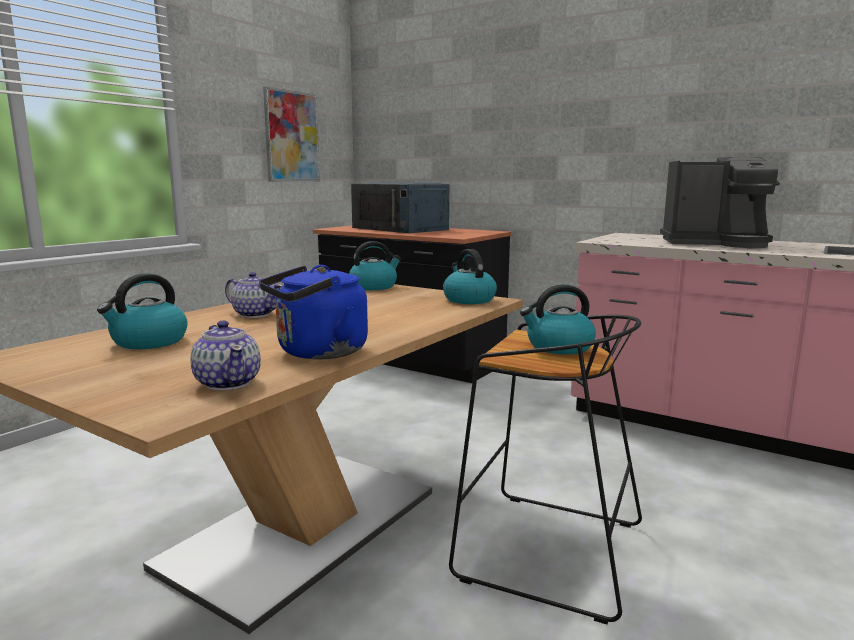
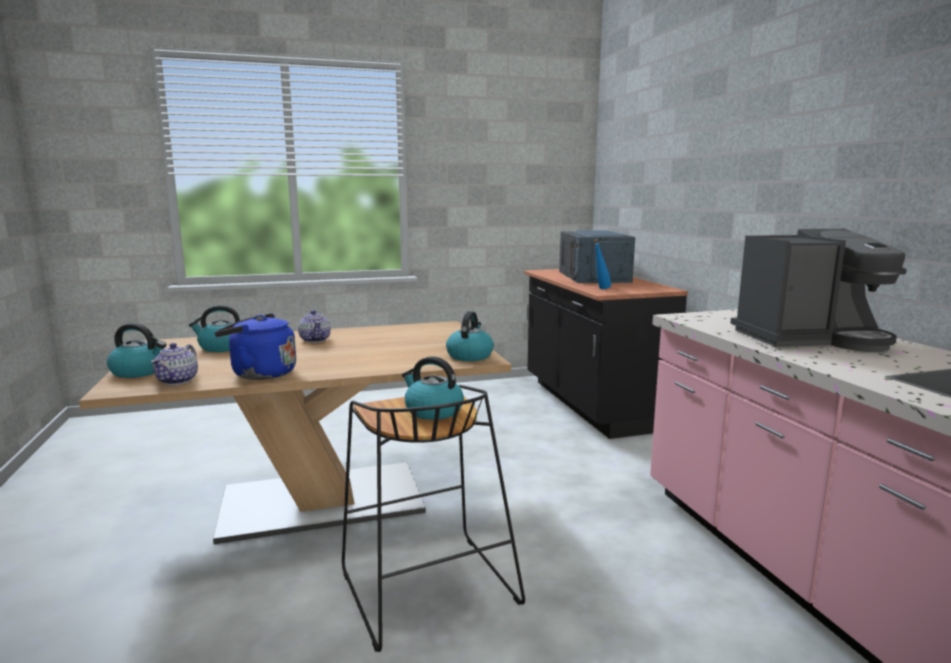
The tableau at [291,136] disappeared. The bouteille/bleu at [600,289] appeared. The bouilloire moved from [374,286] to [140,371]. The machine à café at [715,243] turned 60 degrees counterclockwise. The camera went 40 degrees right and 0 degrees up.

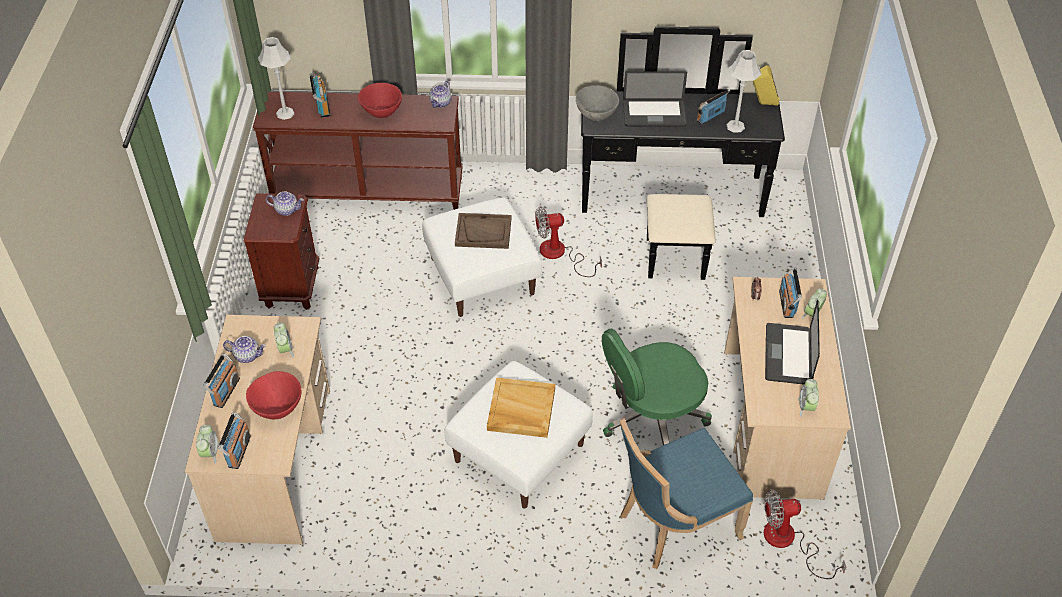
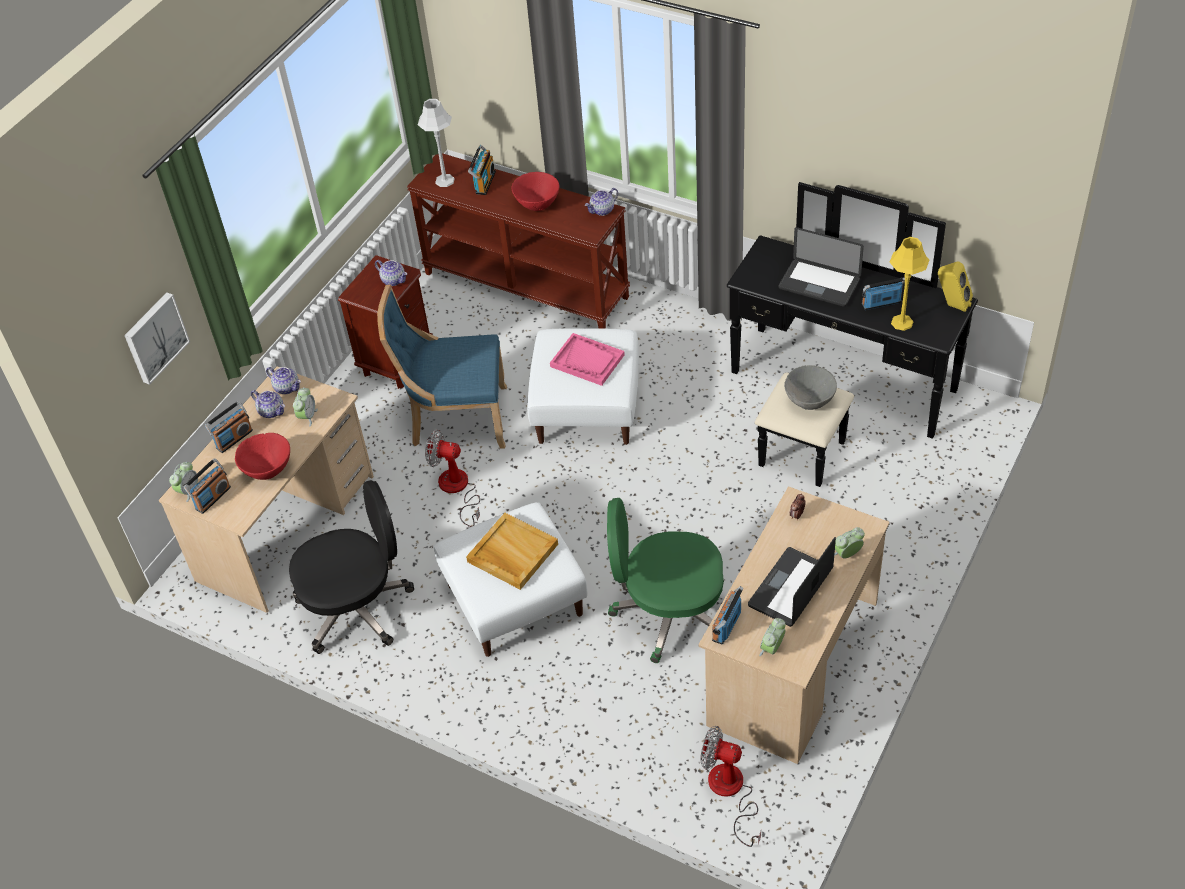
The tableau at [154,337] appeared. The théière at [287,387] appeared. The chaise de bureau/noir at [357,607] appeared. The ventilateur moved from [560,254] to [457,490]. The bol/gris moved from [596,116] to [809,401]. The chaise/bleu moved from [674,524] to [455,419]. The radio moved from [786,304] to [726,626]. The plateau/marron at [483,232] became the plateau/rose at [587,361]. The lampe de table/gris at [735,126] became the lampe de table/jaune at [902,322]. The camera went 30 degrees right and 0 degrees up.

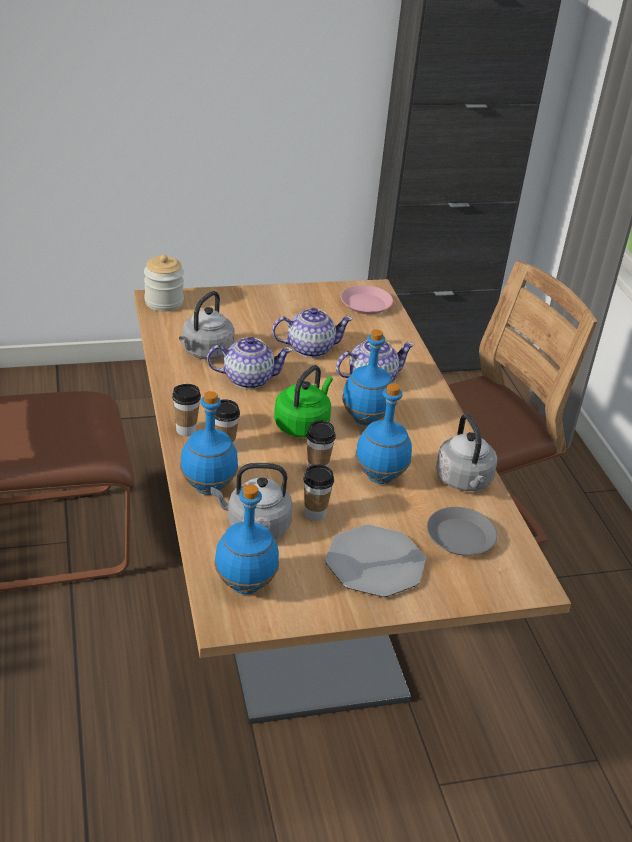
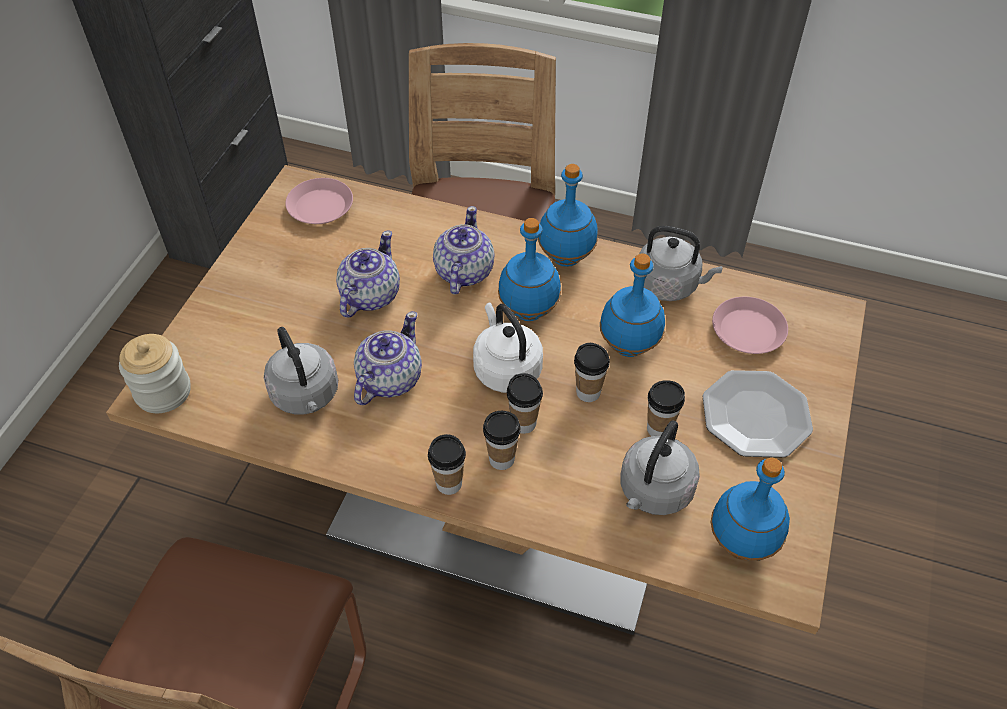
The tasse at [523,423] appeared. The bouteille/bleu moved from [209,487] to [566,257]. The bouilloire/vert at [303,425] became the bouilloire/blanc at [505,368]. The assiette/gris at [460,537] became the assiette/rose at [748,331]. The camera went 55 degrees left and 15 degrees up.

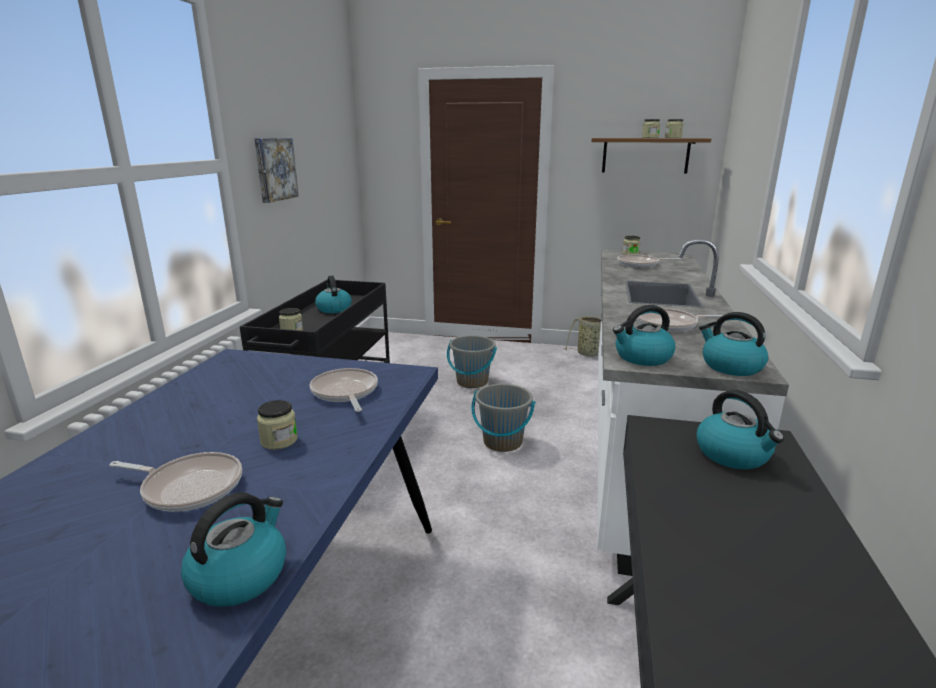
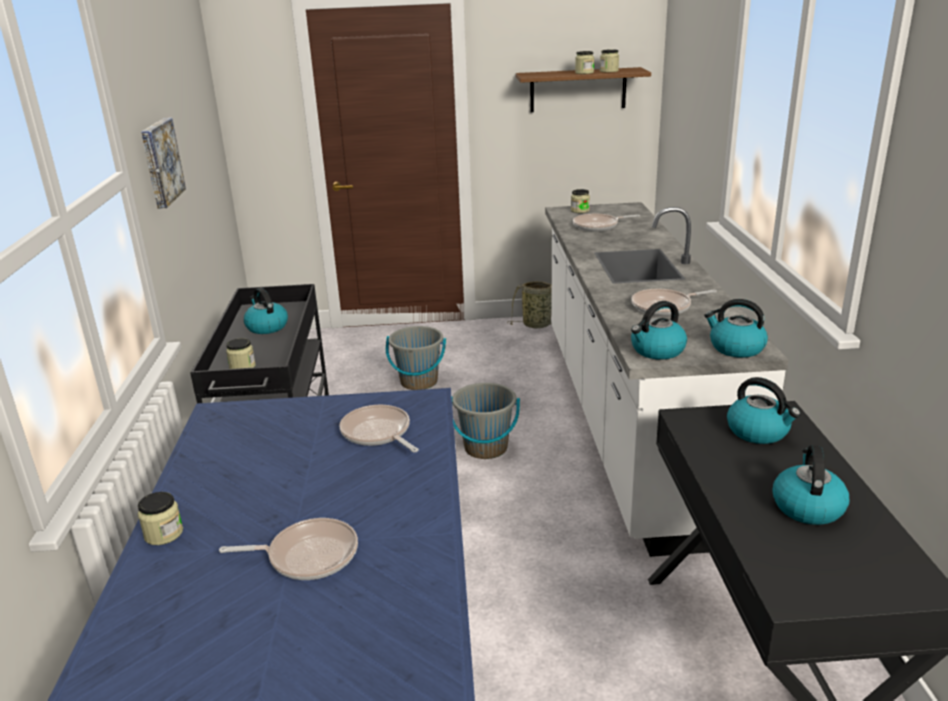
The bouilloire moved from [240,575] to [807,506]. The bocal moved from [279,441] to [163,534]. The camera went 15 degrees left and 5 degrees up.

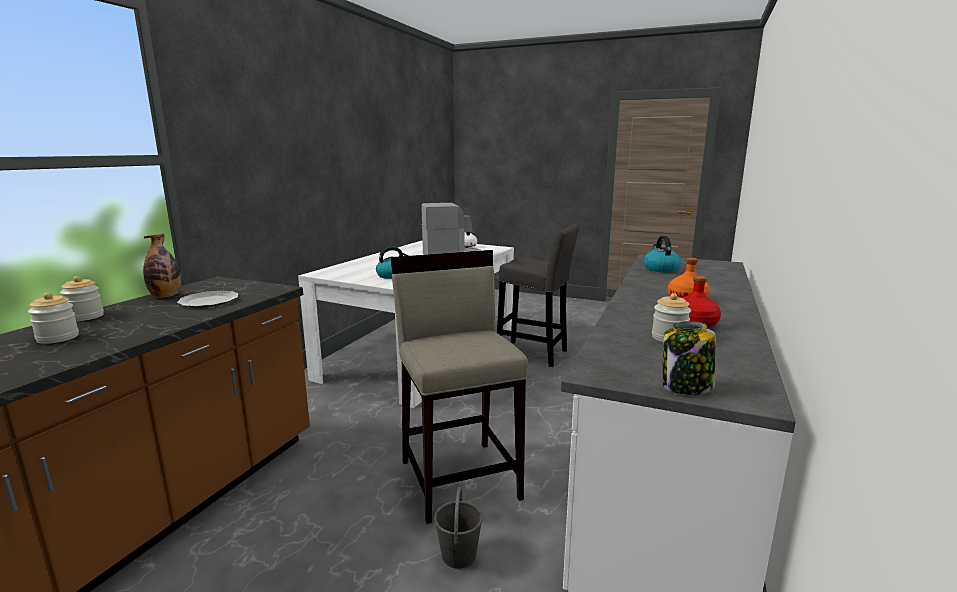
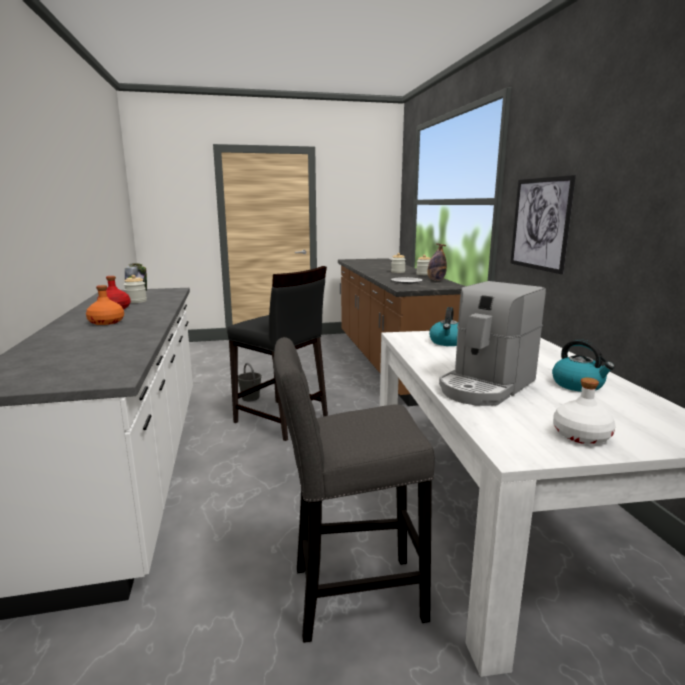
The tableau at [540,224] appeared. The bouilloire moved from [660,269] to [578,385]. The tabouret/beige at [460,478] became the tabouret/noir at [281,420]. The camera went 145 degrees right and 0 degrees up.

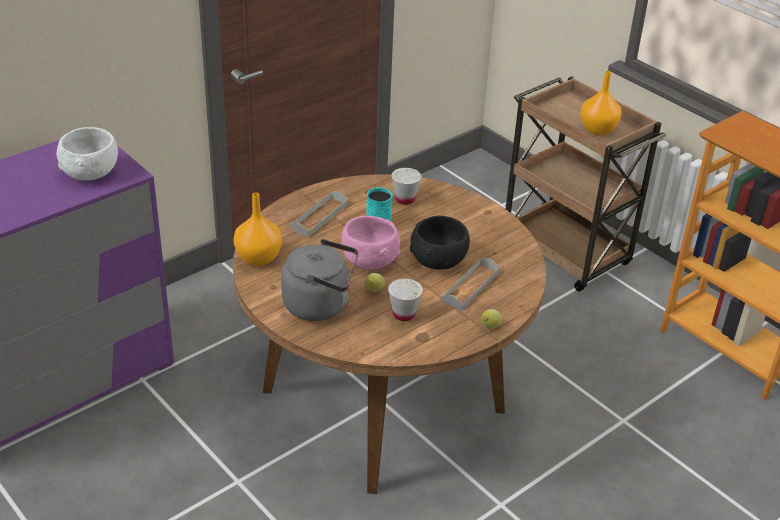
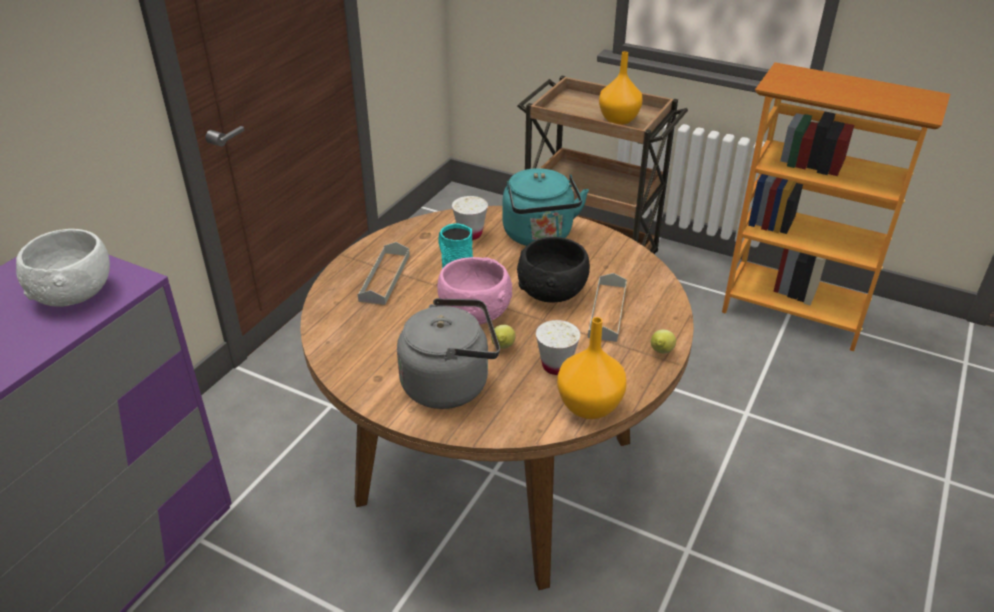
The bouilloire/turquoise at [539,236] appeared. The vase/orange moved from [258,259] to [590,407]. The camera went 20 degrees left and 0 degrees up.

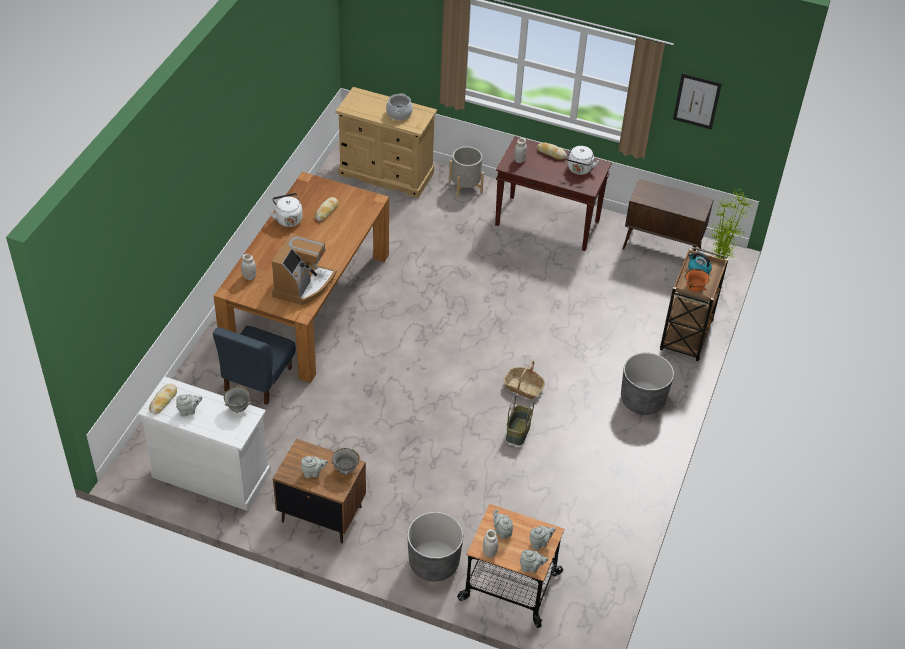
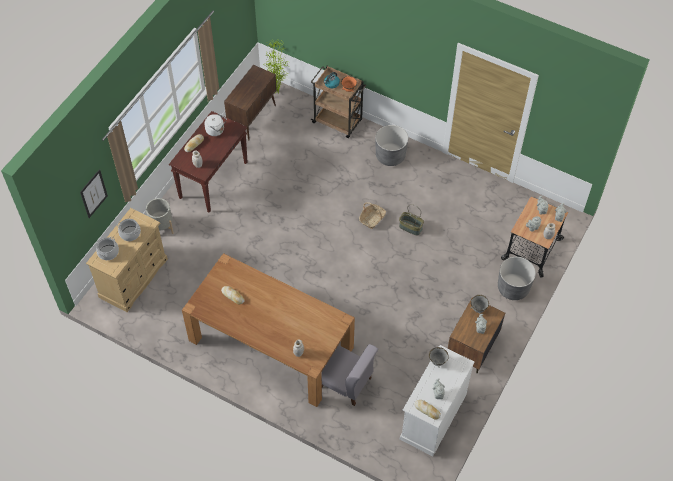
The bouilloire/blanc at [288,219] disappeared. The machine à café at [303,285] disappeared. The marmite at [108,252] appeared. The tableau moved from [697,101] to [93,193]. The chaise/bleu at [257,379] became the chaise/gris at [346,382]. The camera went 80 degrees left and 10 degrees up.

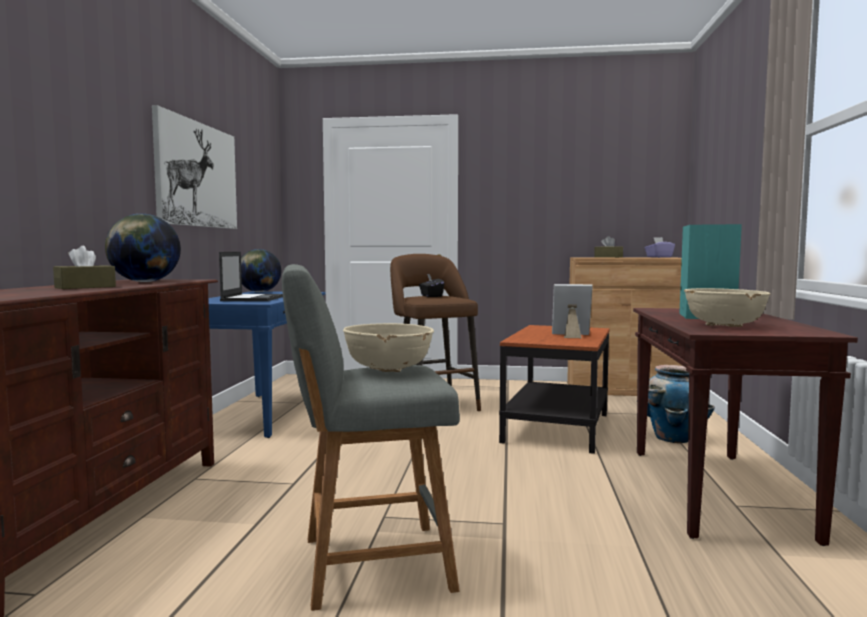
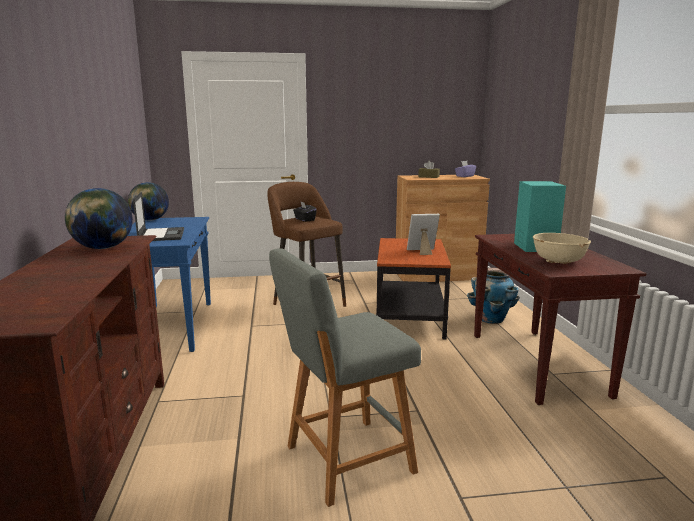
The boîte à mouchoirs/marron at [85,287] disappeared. The tableau at [197,175] disappeared. The bol/beige at [388,369] disappeared. The camera went 15 degrees left and 10 degrees up.

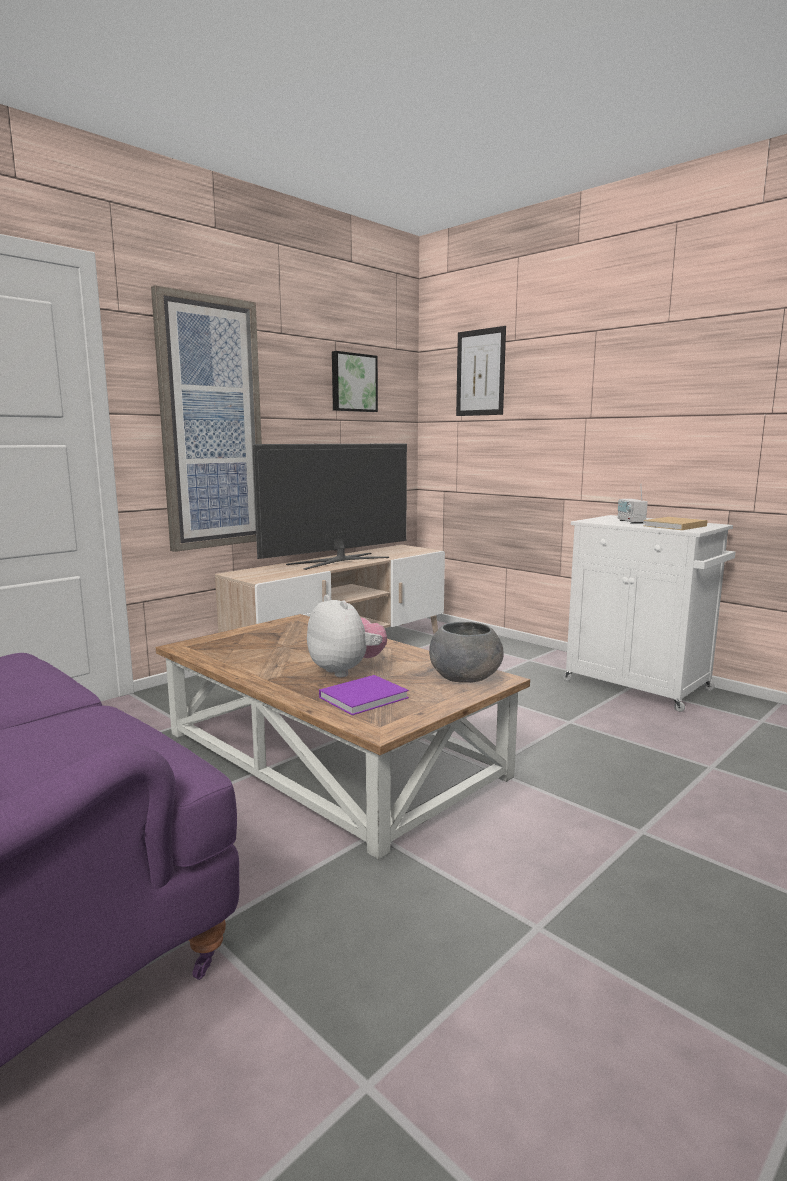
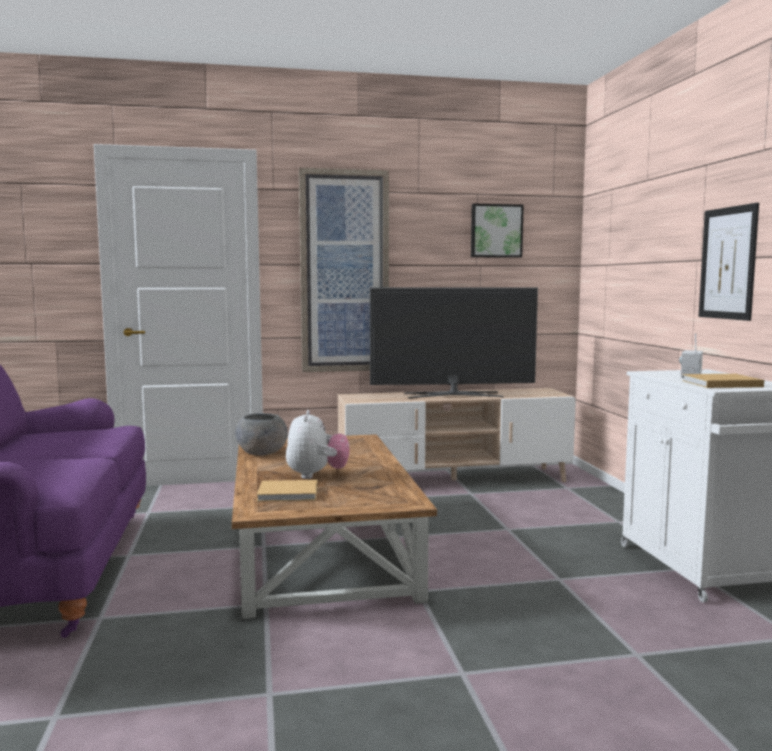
The bol/gris moved from [466,678] to [262,453]. The tableau moved from [480,372] to [728,263]. The livre/violet at [366,697] became the livre/beige at [290,493]. The camera went 35 degrees right and 5 degrees down.

